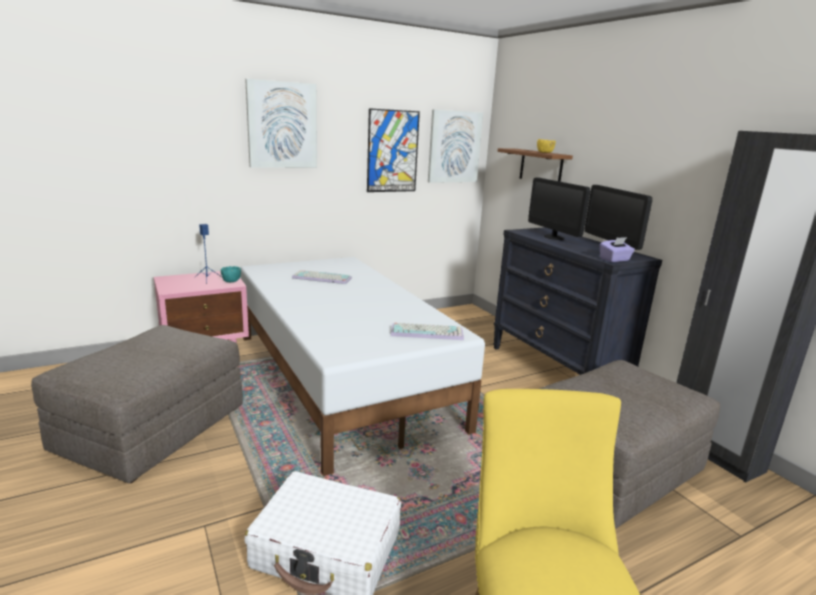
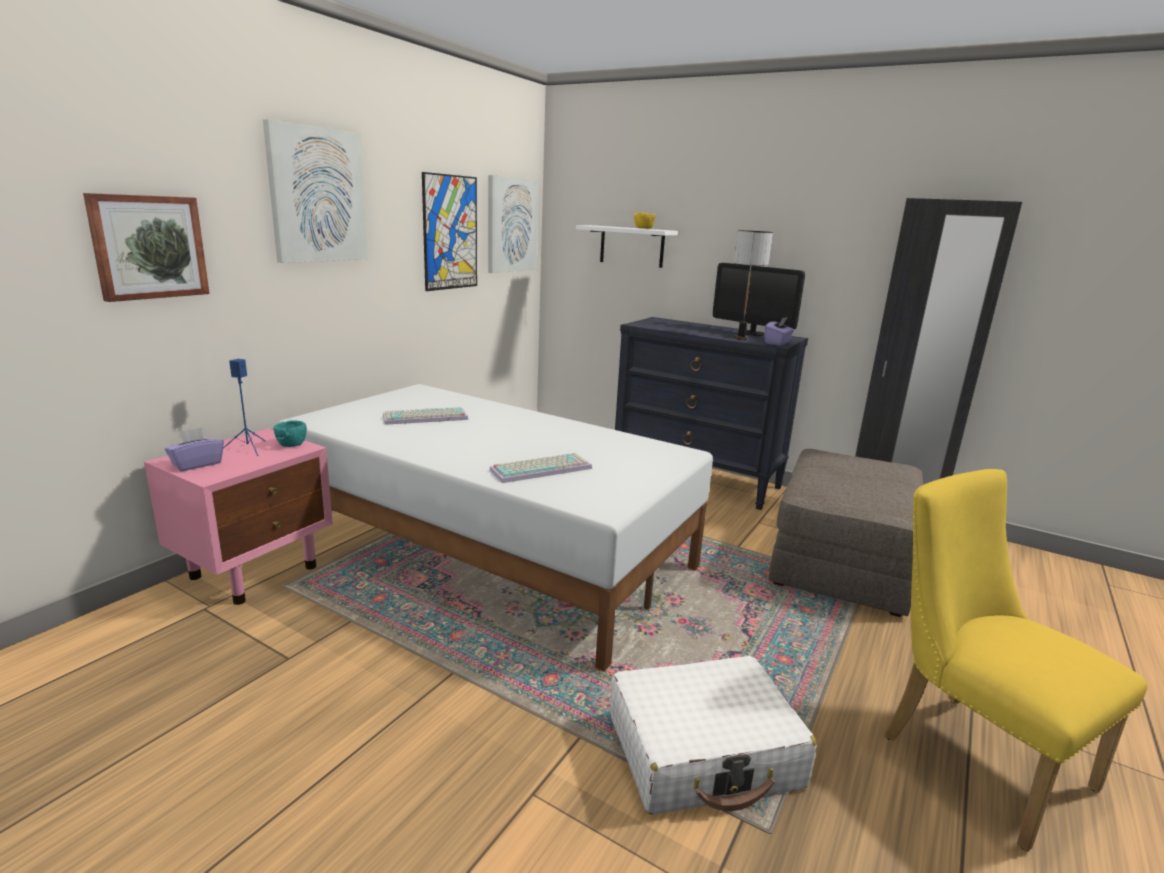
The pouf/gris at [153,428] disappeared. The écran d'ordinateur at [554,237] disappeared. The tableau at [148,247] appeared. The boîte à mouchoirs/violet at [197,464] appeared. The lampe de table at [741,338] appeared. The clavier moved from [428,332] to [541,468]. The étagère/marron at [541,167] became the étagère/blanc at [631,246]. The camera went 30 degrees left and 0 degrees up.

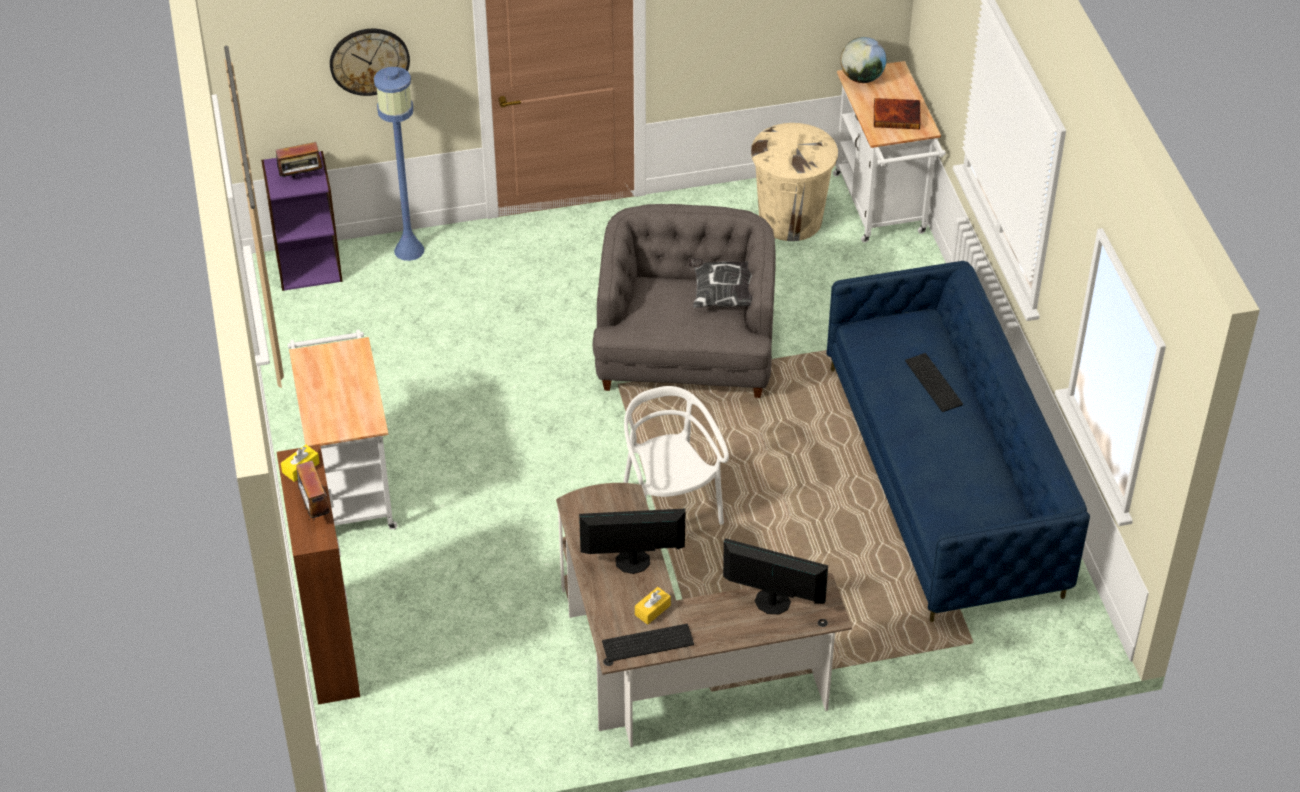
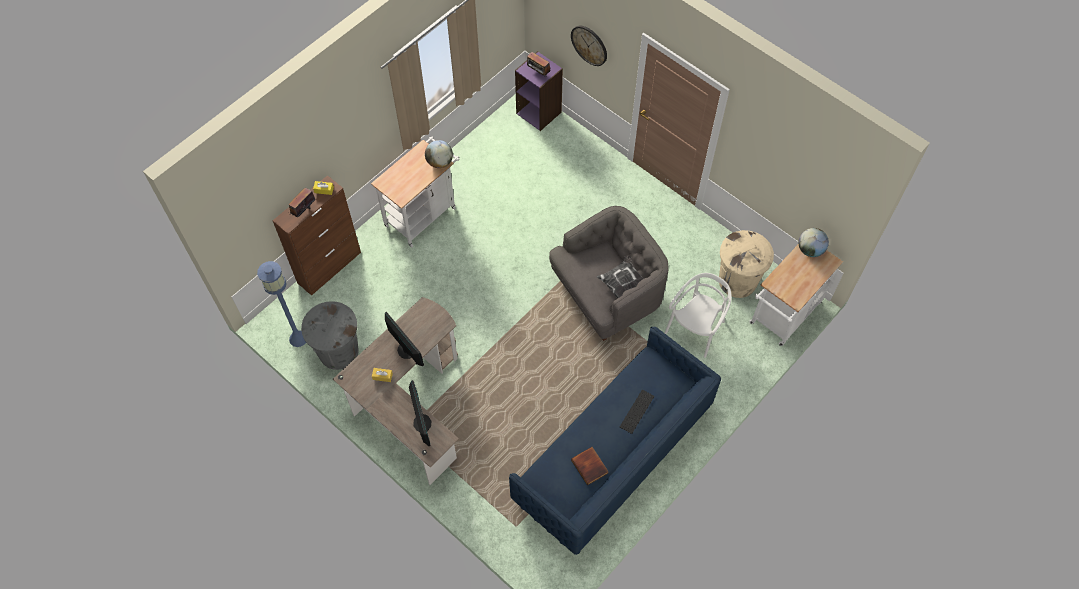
The clavier at [648,641] disappeared. The poubelle/gris at [338,351] appeared. The globe at [440,162] appeared. The lampadaire/bleu moved from [409,250] to [298,338]. The chaise/blanc moved from [669,507] to [696,329]. The livre moved from [897,115] to [590,466]. The camera went 55 degrees right and 15 degrees up.

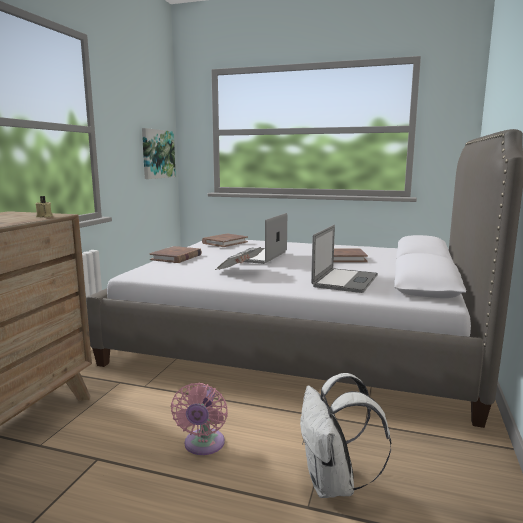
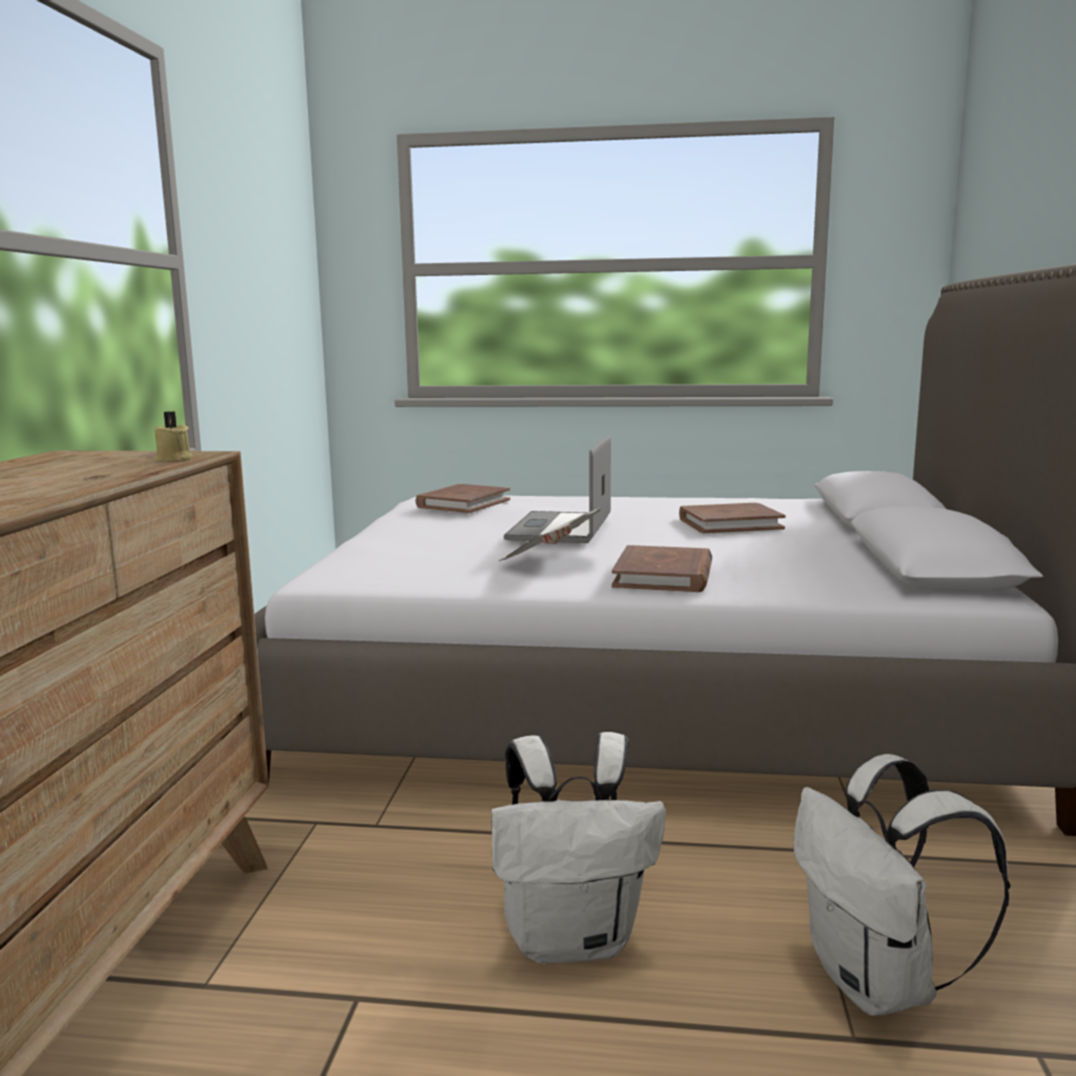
The tableau at [157,154] disappeared. The ordinateur portable at [345,280] disappeared. The livre/marron moved from [176,257] to [663,575]. The ventilateur/rose at [203,445] was replaced by the sac à dos/blanc at [573,938]. The camera went 10 degrees left and 0 degrees up.

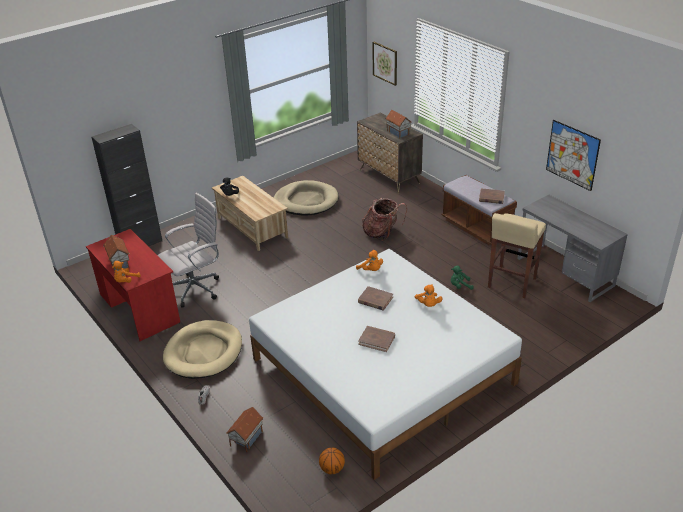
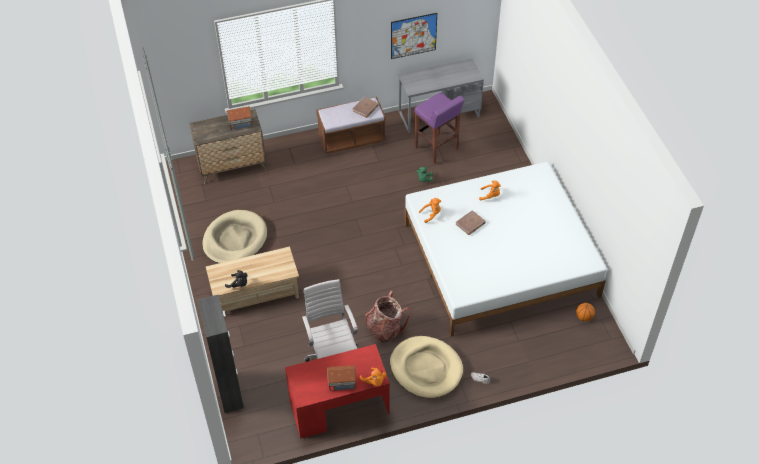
The maison miniature at [246,438] disappeared. The livre/marron at [377,340] disappeared. The tableau at [385,63] disappeared. The sac à dos moved from [382,233] to [384,328]. The tabouret/beige at [511,283] became the tabouret/violet at [436,149]. The camera went 70 degrees left and 15 degrees up.

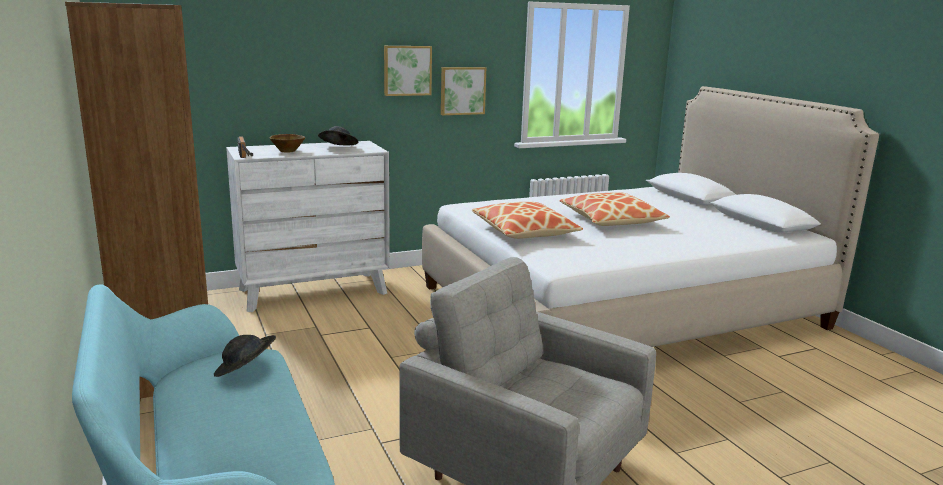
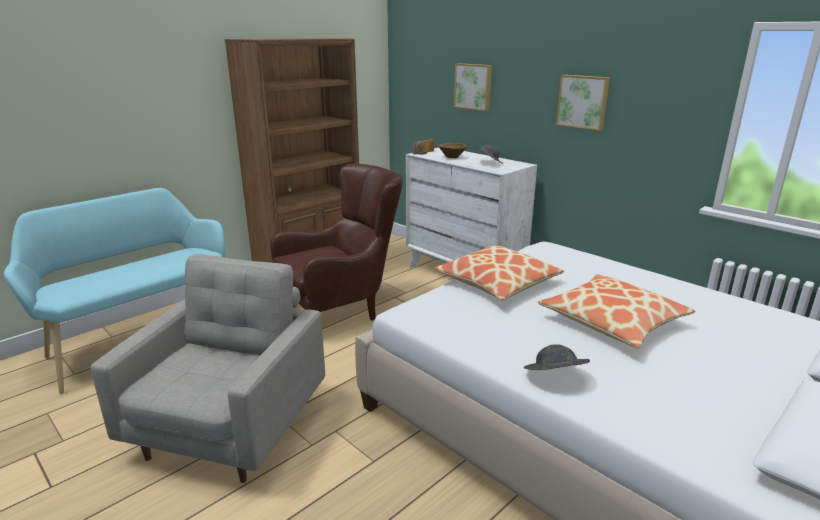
The fauteuil/marron at [342,311] appeared. The chapeau/gris moved from [246,371] to [554,377]. The tableau moved from [462,90] to [473,86]. The camera went 70 degrees right and 5 degrees up.

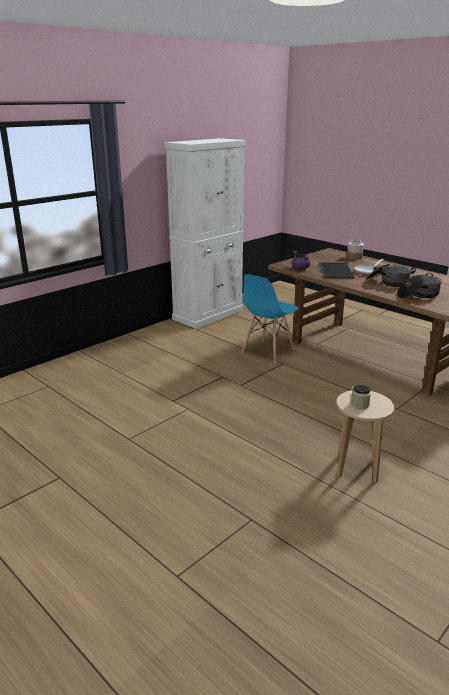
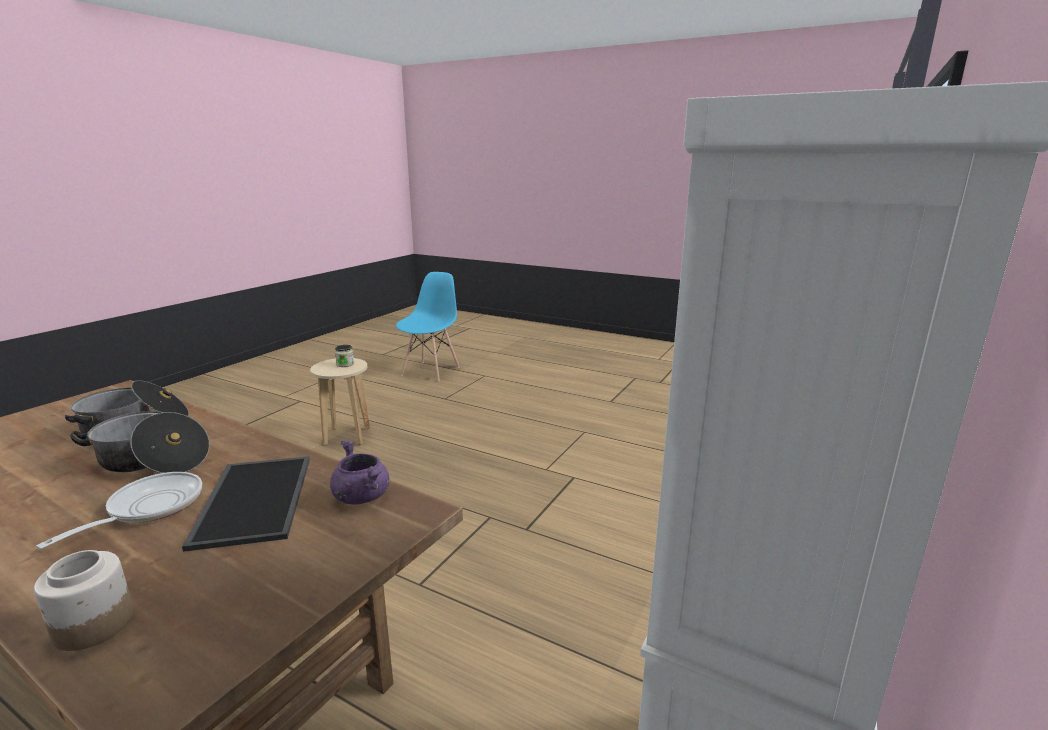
The chaise/bleu moved from [267,351] to [431,371]. The camera went 165 degrees right and 5 degrees down.

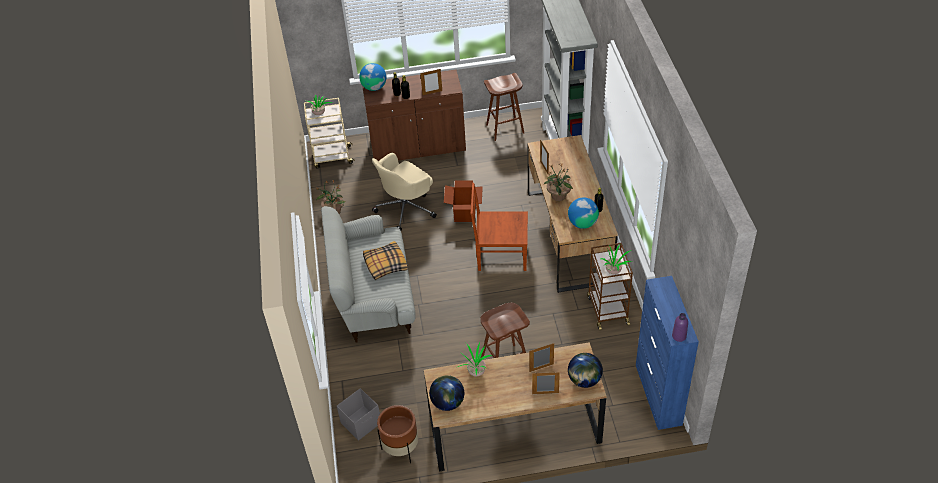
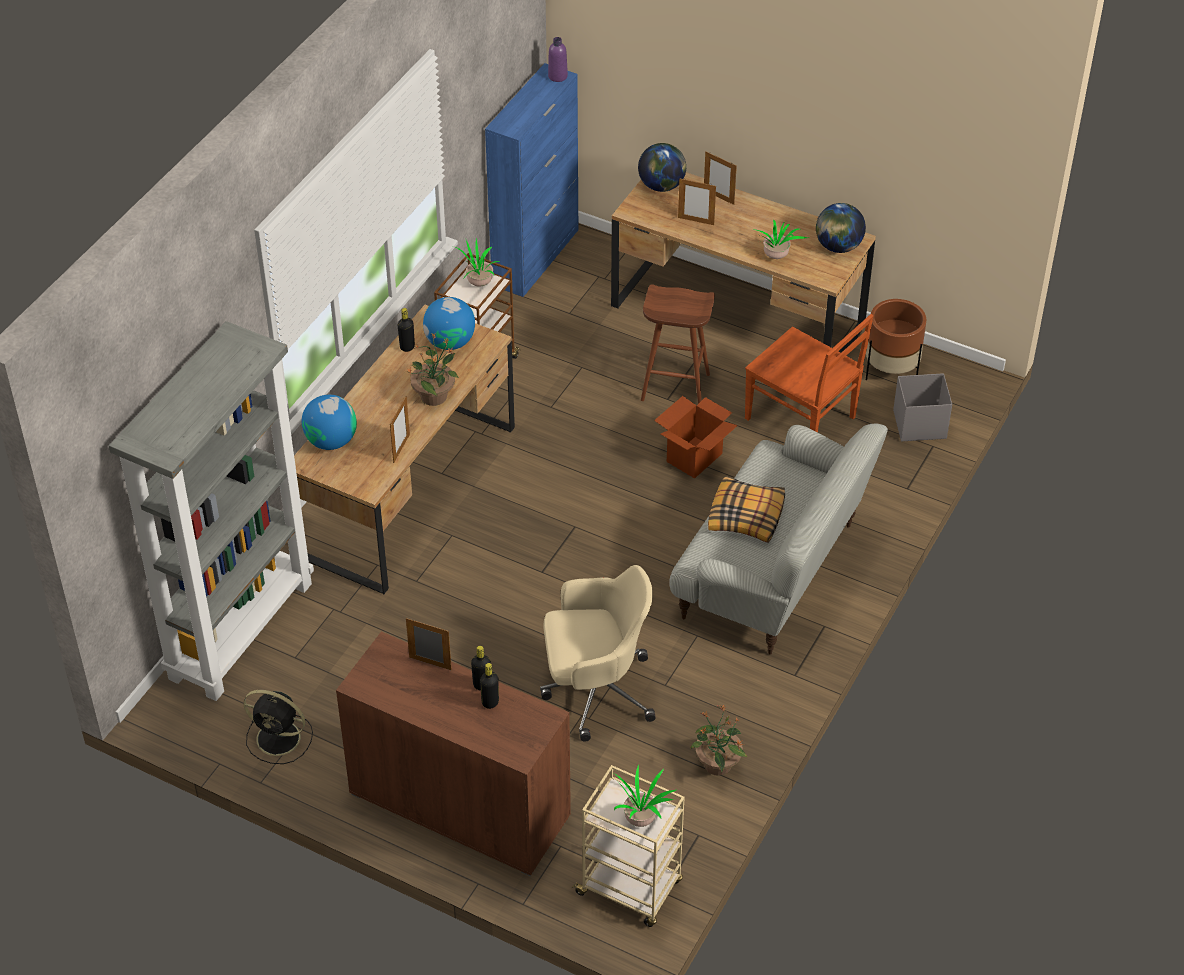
The globe moved from [374,87] to [331,441]. The carton moved from [464,213] to [694,457]. The chaise/marron moved from [500,255] to [802,419]. The tabouret/marron at [504,129] was replaced by the ventilateur/noir at [280,738]. The camera went 145 degrees left and 0 degrees up.

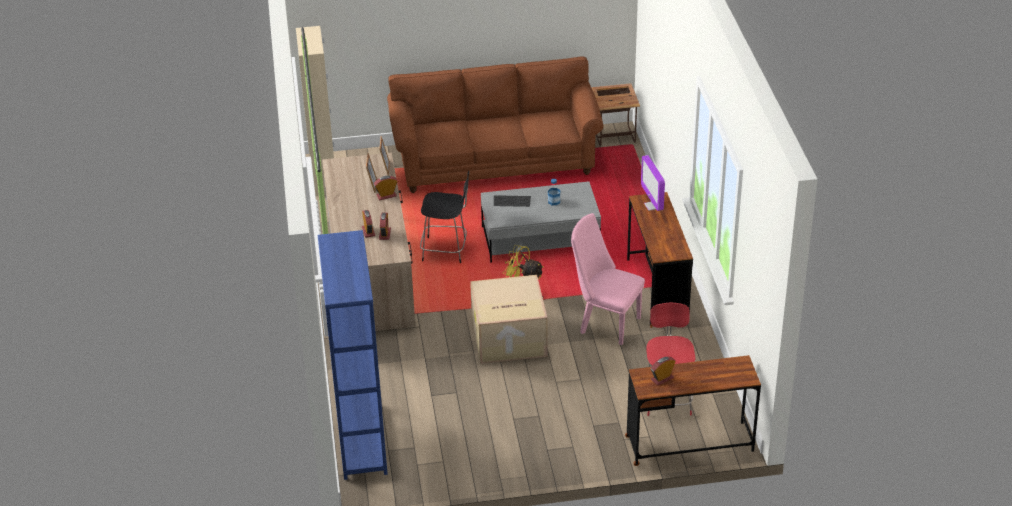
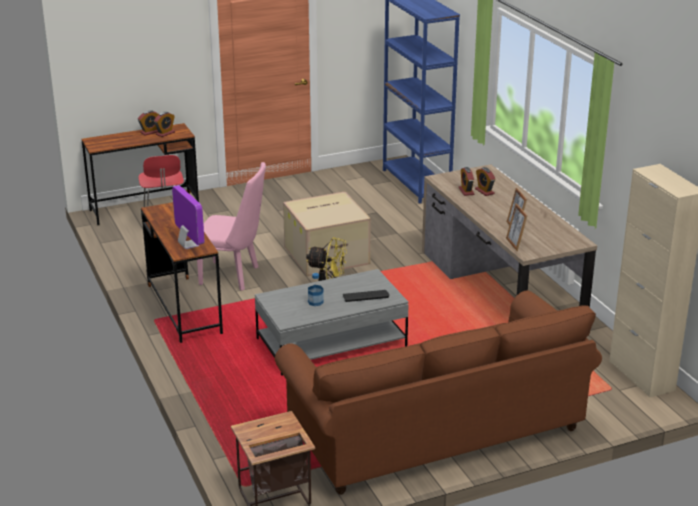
The chaise/noir at [446,250] disappeared. The réveil moved from [386,195] to [150,132]. The camera went 165 degrees right and 10 degrees down.

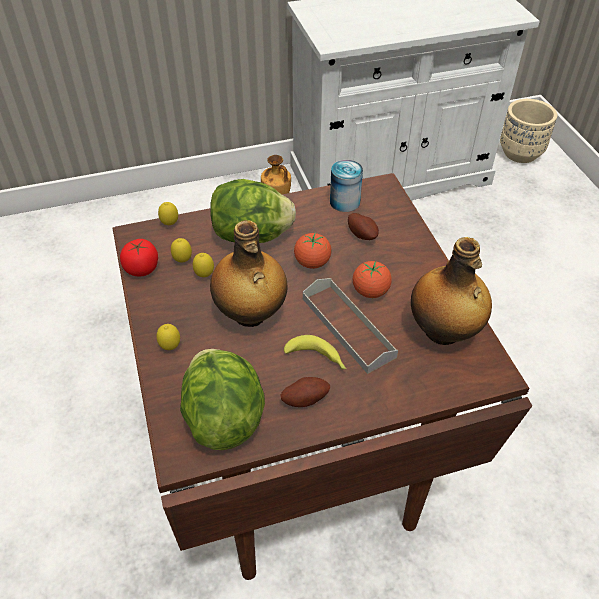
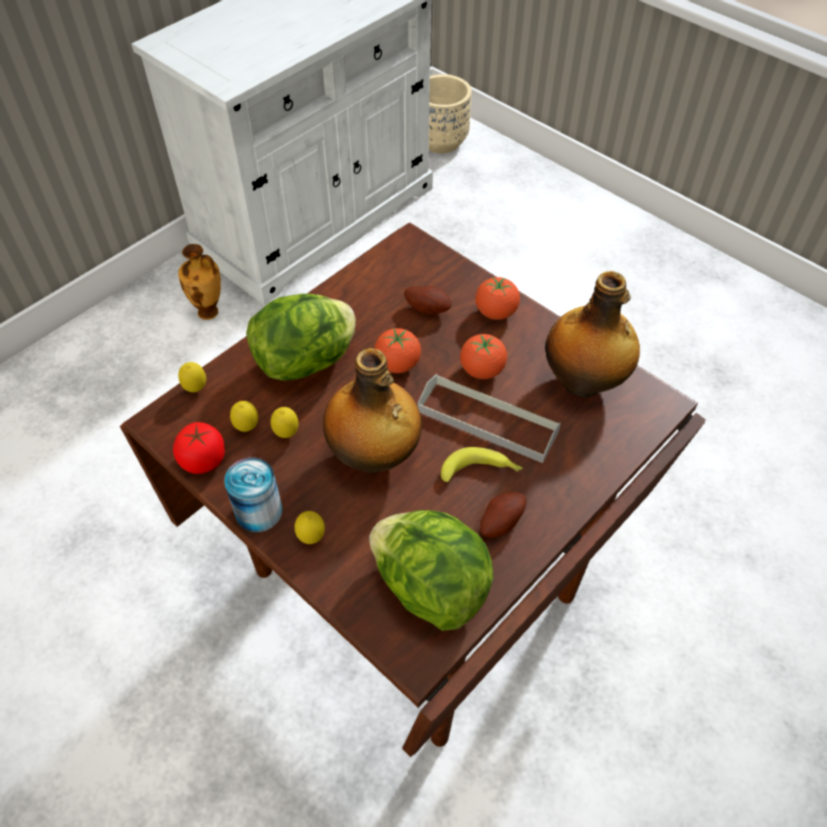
The tomate at [496,312] appeared. The boîte métallique moved from [344,202] to [259,511]. The camera went 30 degrees left and 5 degrees up.

